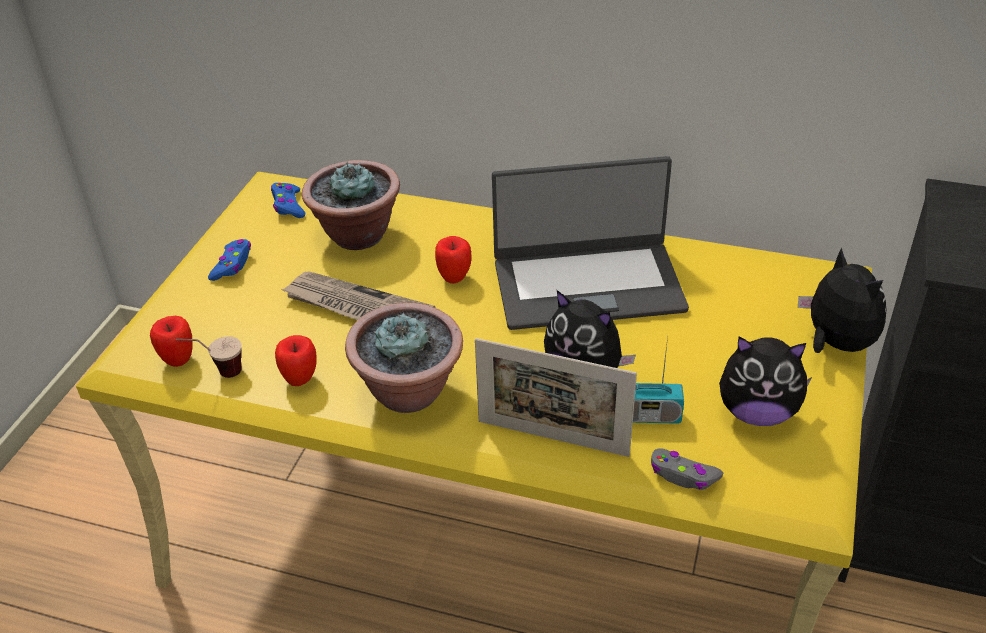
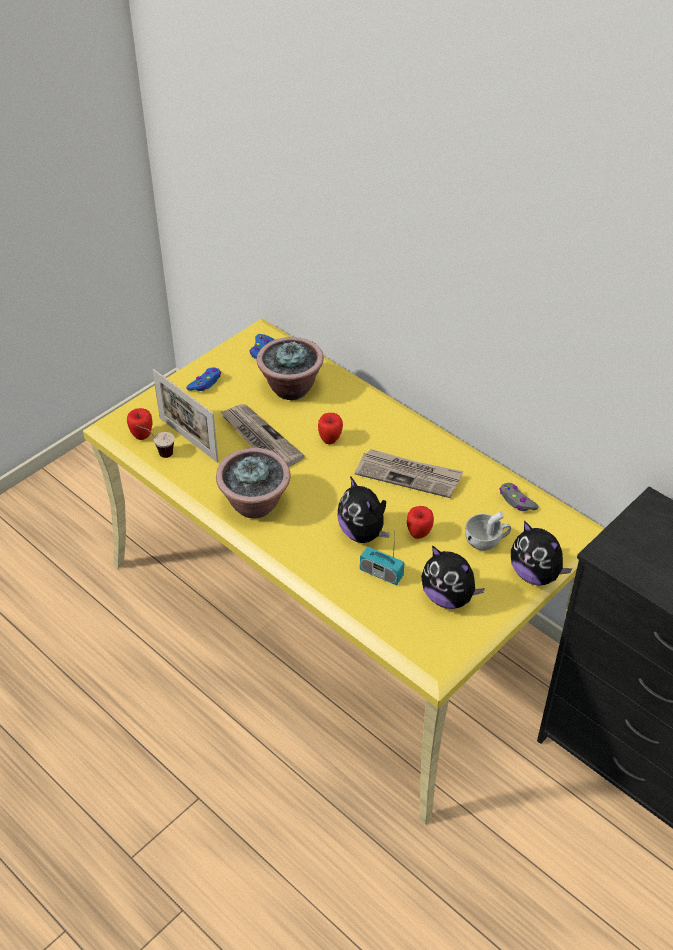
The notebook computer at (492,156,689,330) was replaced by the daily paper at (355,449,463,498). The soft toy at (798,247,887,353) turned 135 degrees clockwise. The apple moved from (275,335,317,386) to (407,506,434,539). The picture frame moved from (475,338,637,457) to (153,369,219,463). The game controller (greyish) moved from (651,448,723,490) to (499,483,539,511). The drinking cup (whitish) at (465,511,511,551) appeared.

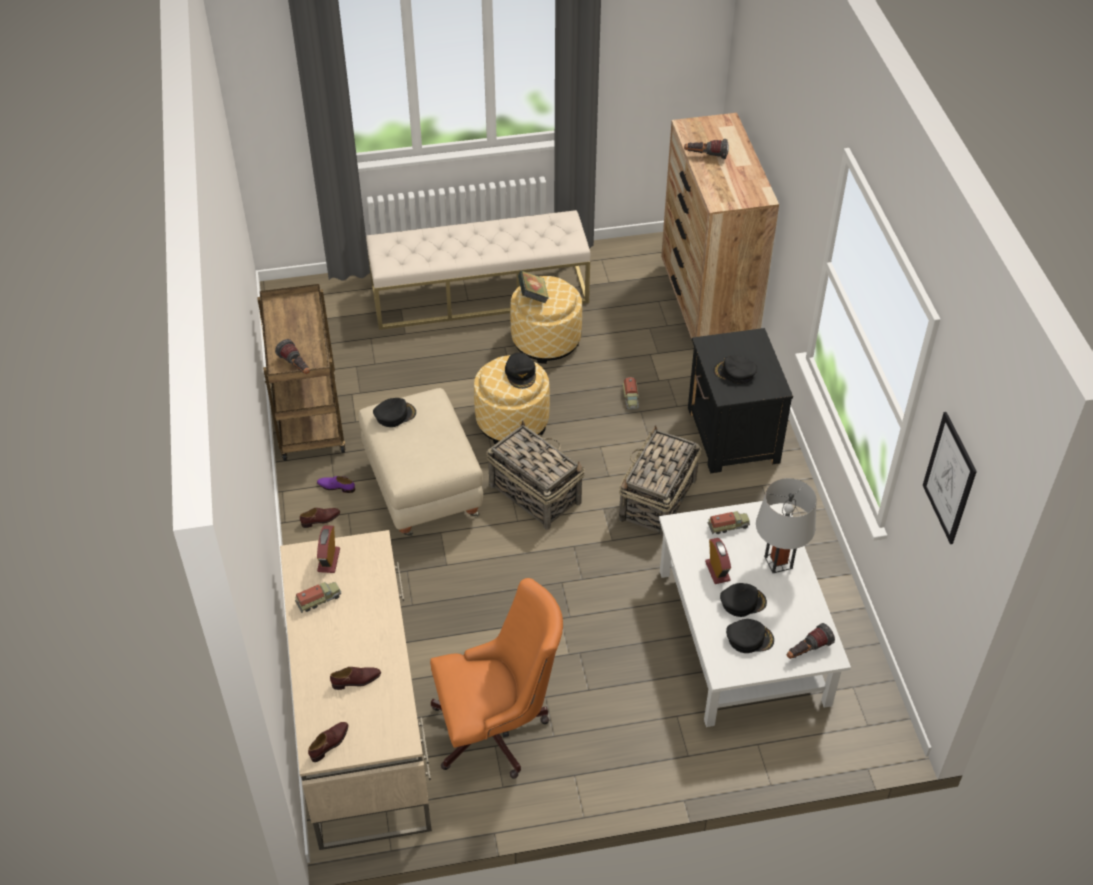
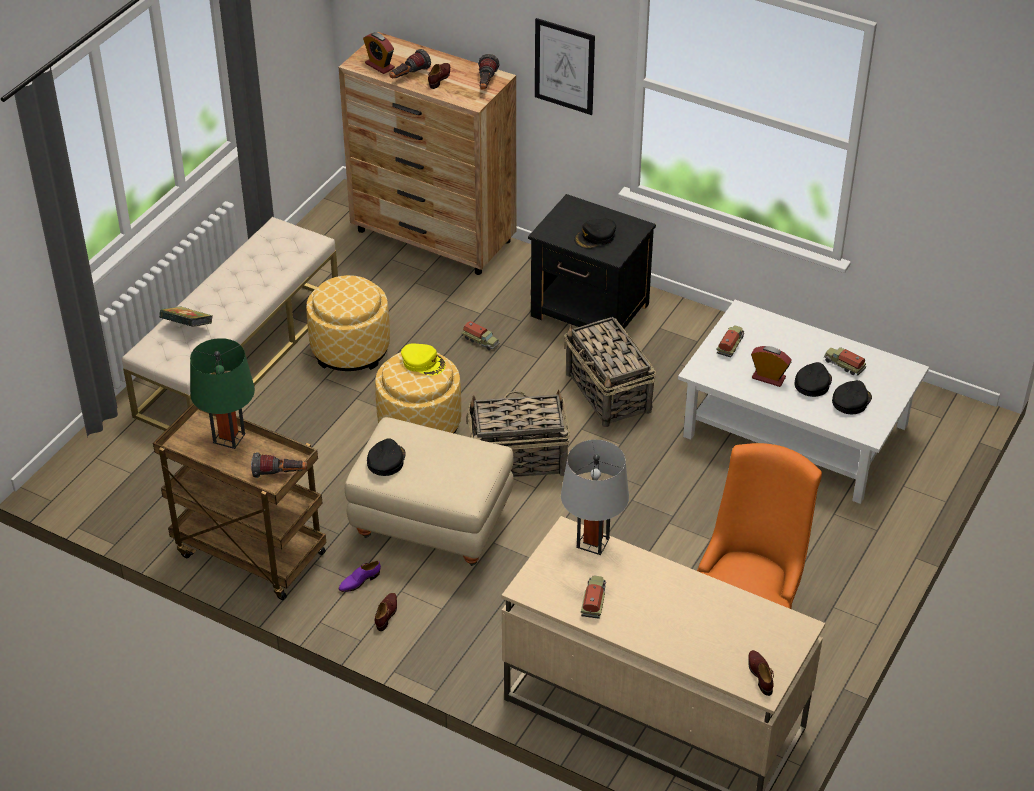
The book moved from (518,271,549,303) to (159,306,213,327). The cap (blackish) at (505,353,536,389) became the cap (yellowish) at (401,343,446,376). The picture moved from (923,412,977,544) to (535,18,595,115). The tabletop lamp (greyish) moved from (756,478,817,573) to (561,440,629,555). The alarm clock moved from (317,525,340,573) to (363,32,395,74). The hand torch moved from (787,623,835,659) to (478,54,500,90). The low shoe (brown-coloured) moved from (330,667,381,690) to (428,63,450,89). The tabletop lamp (green) at (190,338,255,449) appeared. The toy truck at (824,347,866,376) appeared.

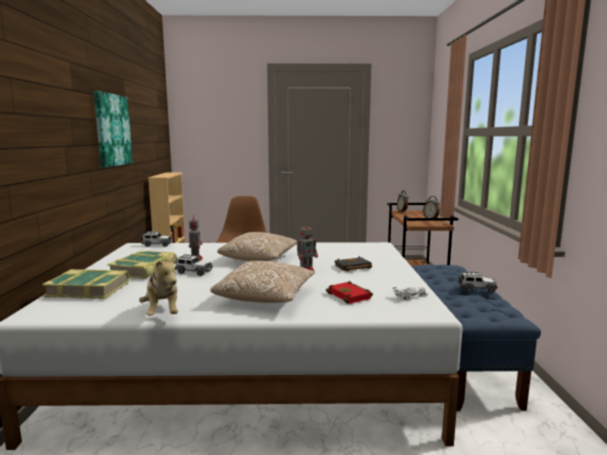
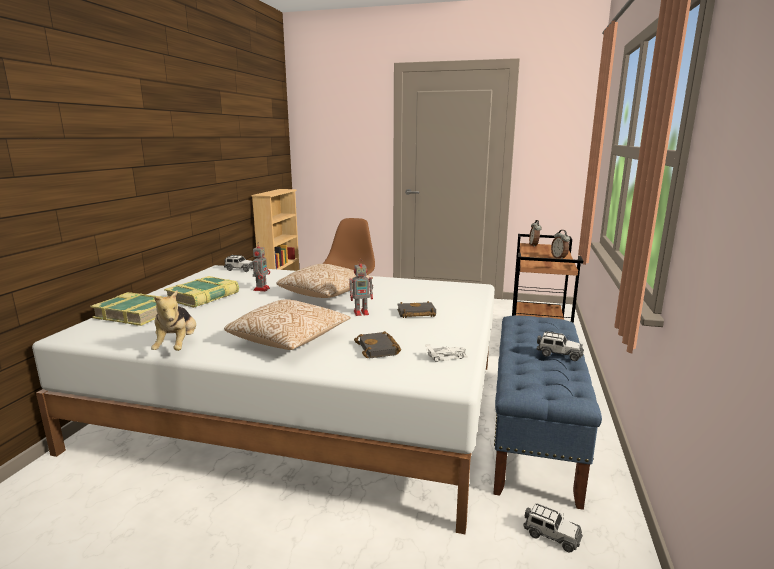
The picture at (94,91,133,168) disappeared. The miniature car moved from (175,254,213,276) to (523,503,583,552). The book (red) at (326,281,373,304) became the book (blackish) at (354,331,401,358).

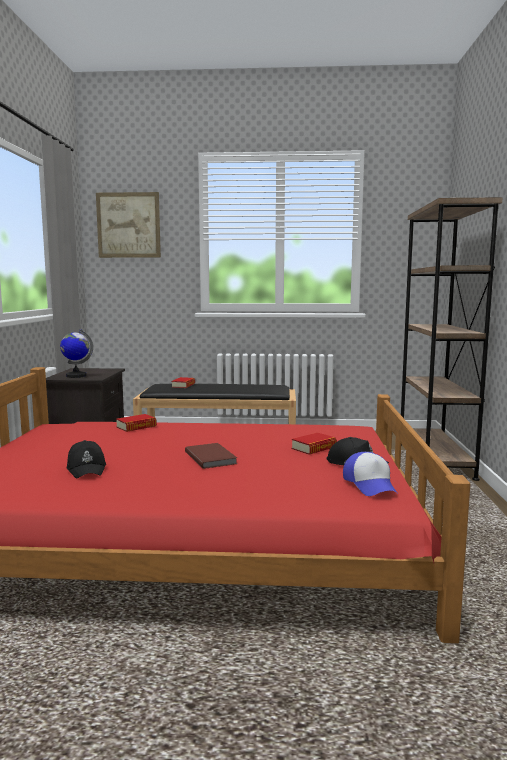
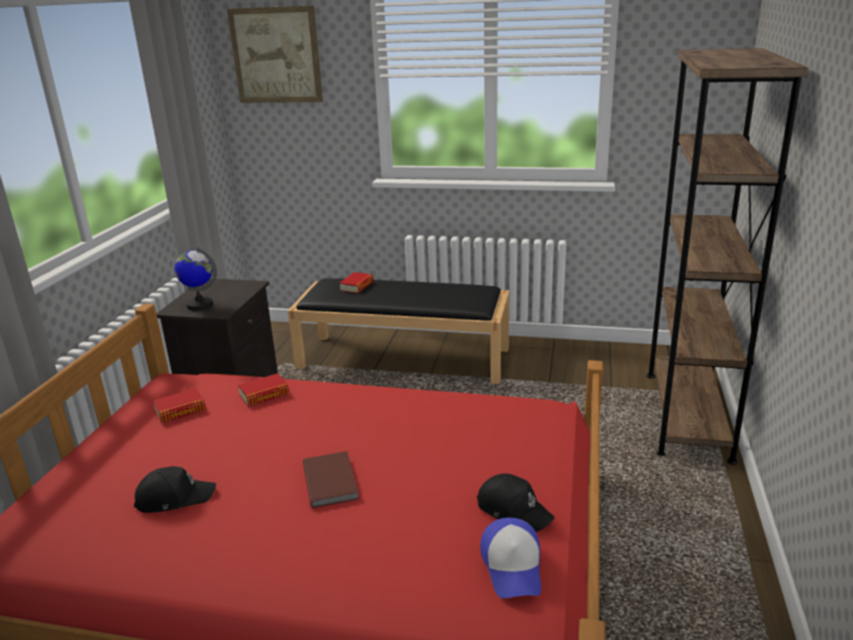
The book moved from (291,433,337,455) to (153,388,206,423). The cap (blackish) at (67,440,106,479) turned 90 degrees counterclockwise.

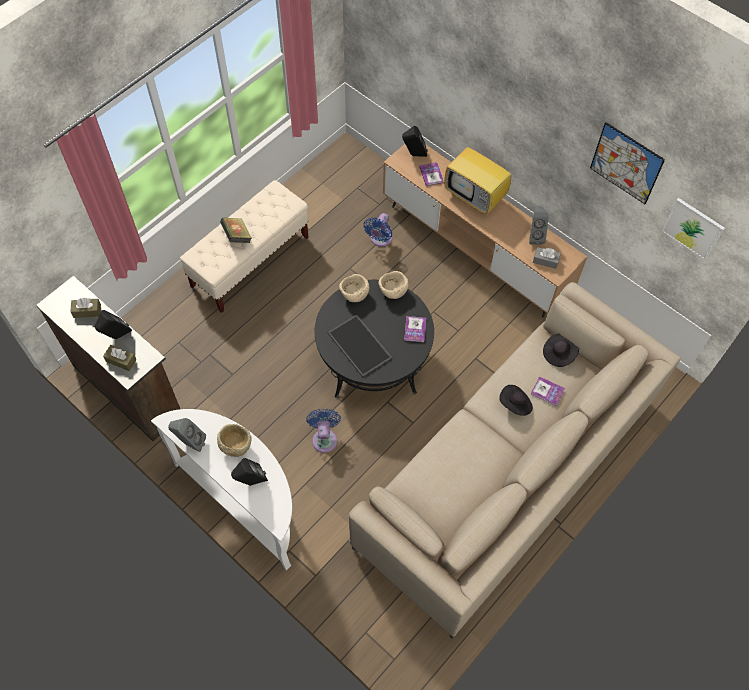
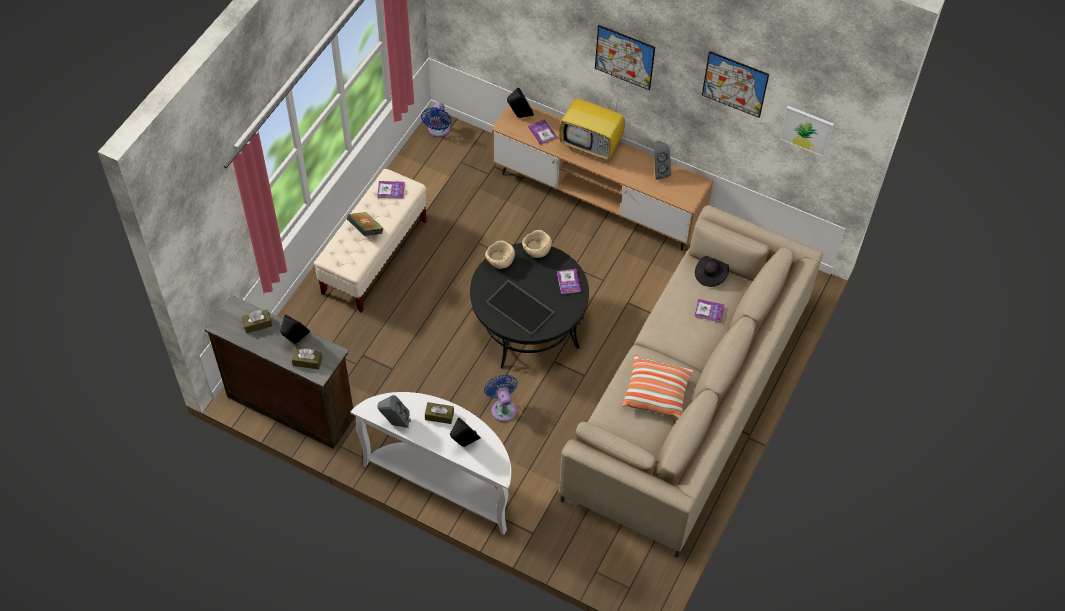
The fan (bluish) moved from (363,213,393,247) to (421,102,451,137). The tissue box (greyish) at (533,247,561,269) disappeared. The hat (blackish) at (499,385,533,416) disappeared. The bowl (sand-coloured) at (217,424,252,457) was replaced by the tissue box (brown-coloured) at (425,402,454,424). The picture at (595,25,655,90) appeared. The book at (377,181,405,199) appeared. The cushion at (622,355,694,419) appeared.

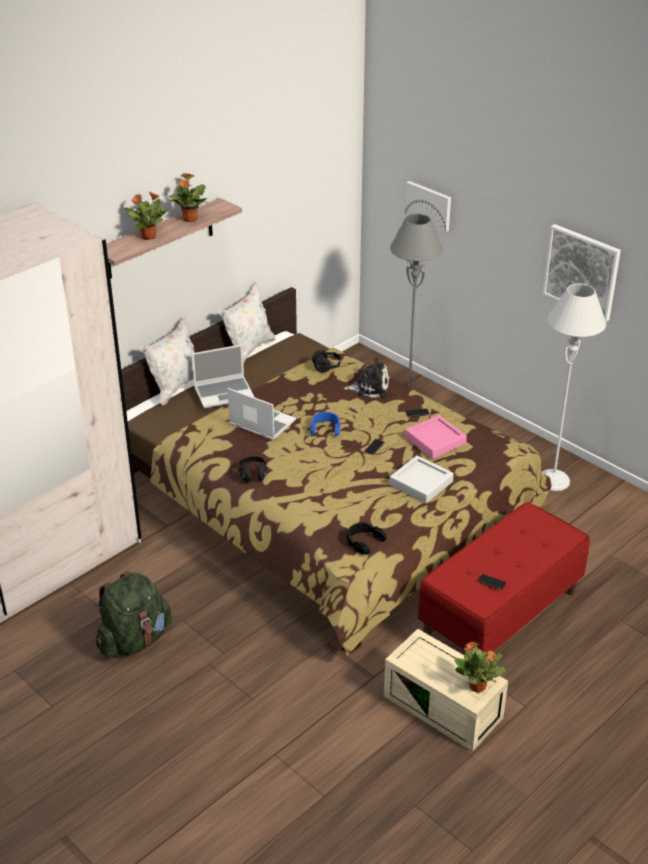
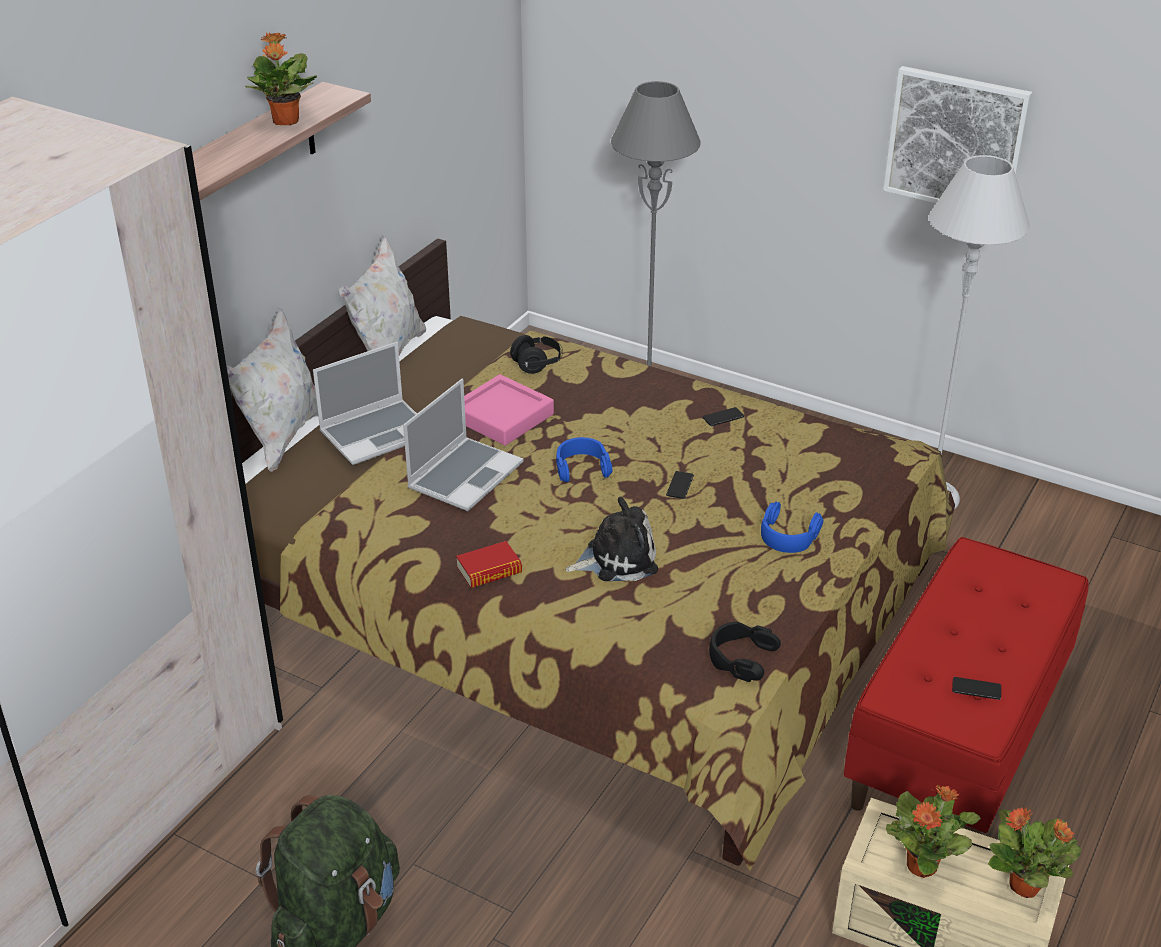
The picture at (405,181,451,232) disappeared. The plant in a pot moved from (124,191,169,240) to (886,785,981,878). The soft toy moved from (343,357,389,398) to (566,497,658,581). The notebook computer at (228,388,296,440) turned 105 degrees clockwise. The tray (pink-coloured) moved from (405,415,467,459) to (464,374,554,446). The tray (greyish) at (389,455,454,503) was replaced by the headset (bluish) at (761,501,823,553). The headset (blackish) at (238,456,267,482) was replaced by the book at (456,541,522,588).

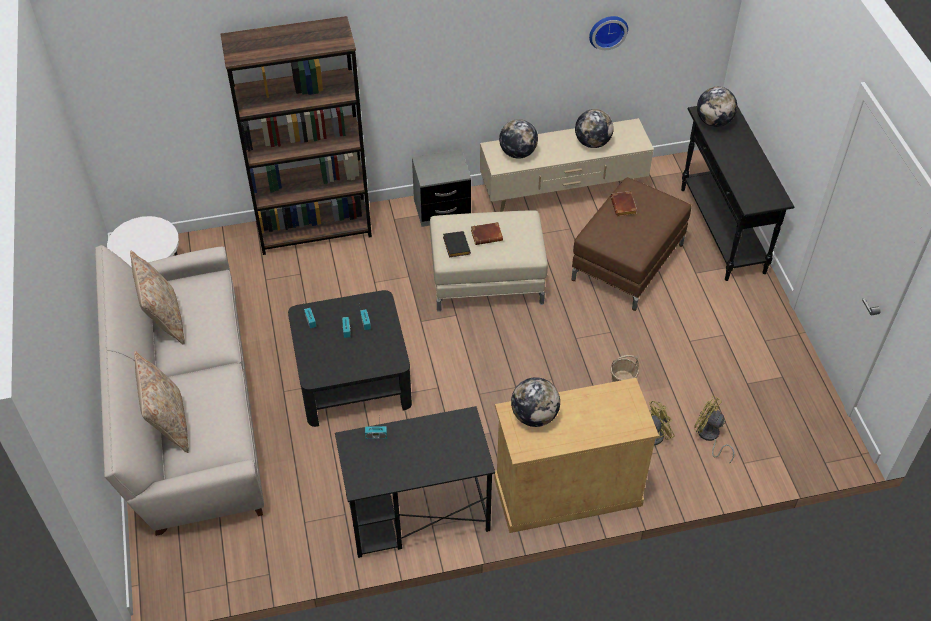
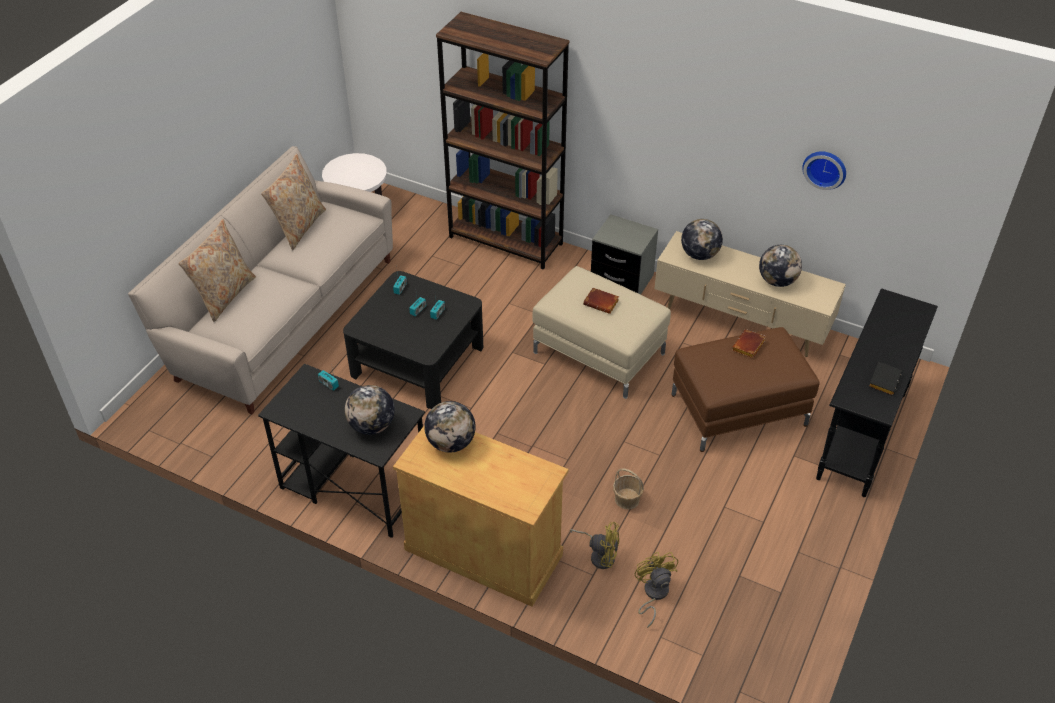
The desk globe moved from (697,87,737,127) to (345,385,395,435). The book (blackish) moved from (443,231,471,257) to (869,362,902,396).

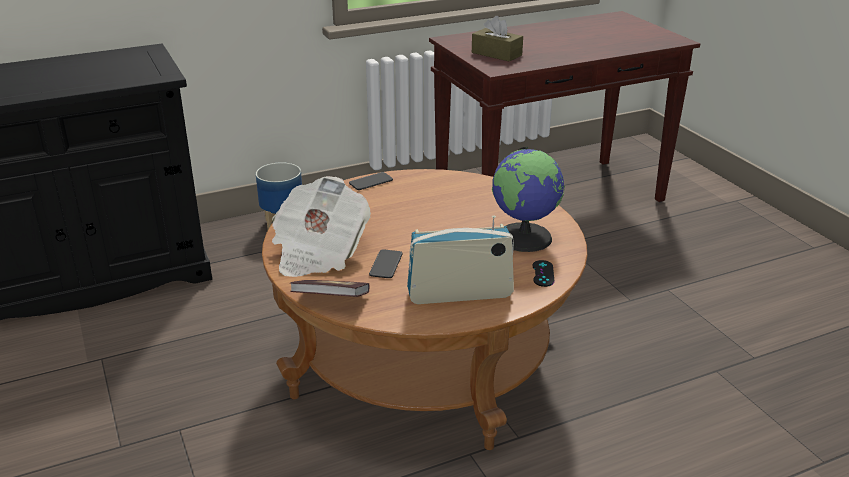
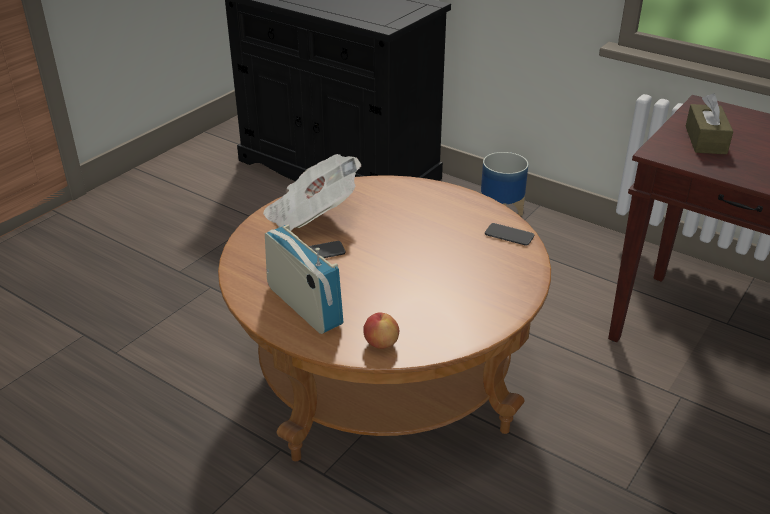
The desk globe at (492,147,565,252) disappeared. The telephone moved from (349,172,393,190) to (485,223,534,246). The game controller (blackish) at (533,260,554,287) was replaced by the apple at (363,312,399,349). The book at (290,280,370,297) disappeared.

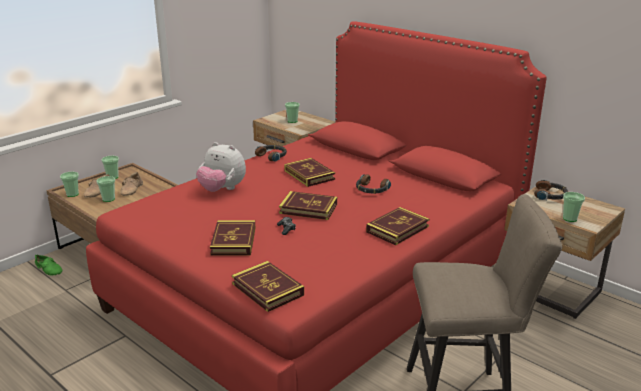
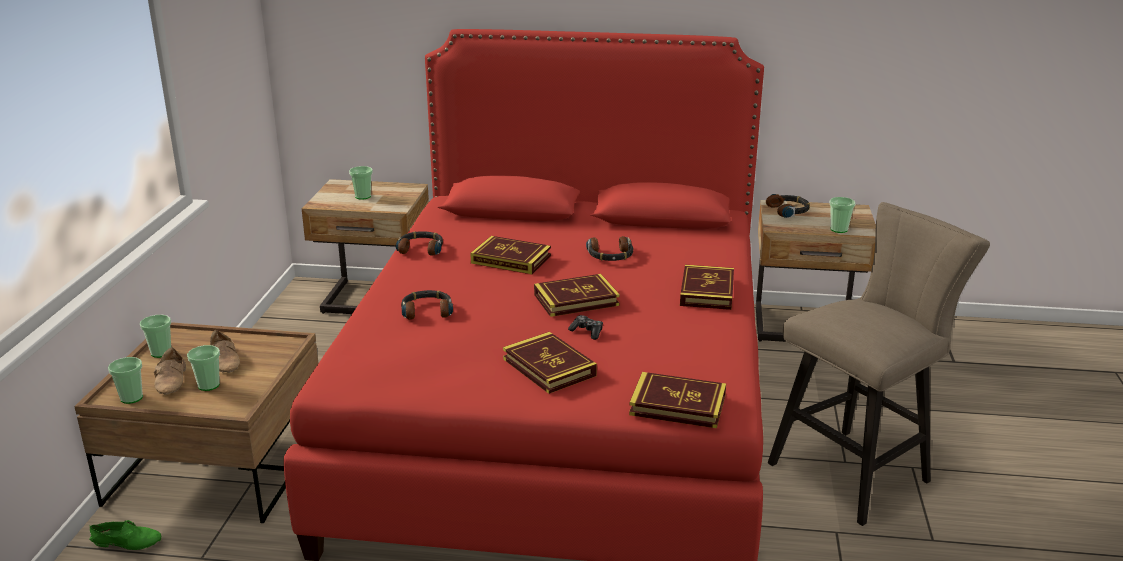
The soft toy at (196,142,246,192) was replaced by the headset at (401,290,453,320).

